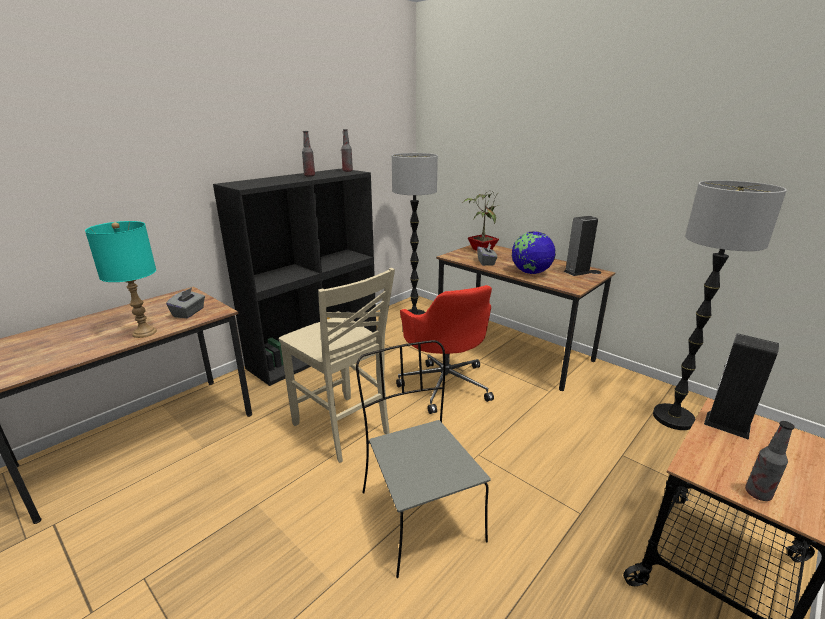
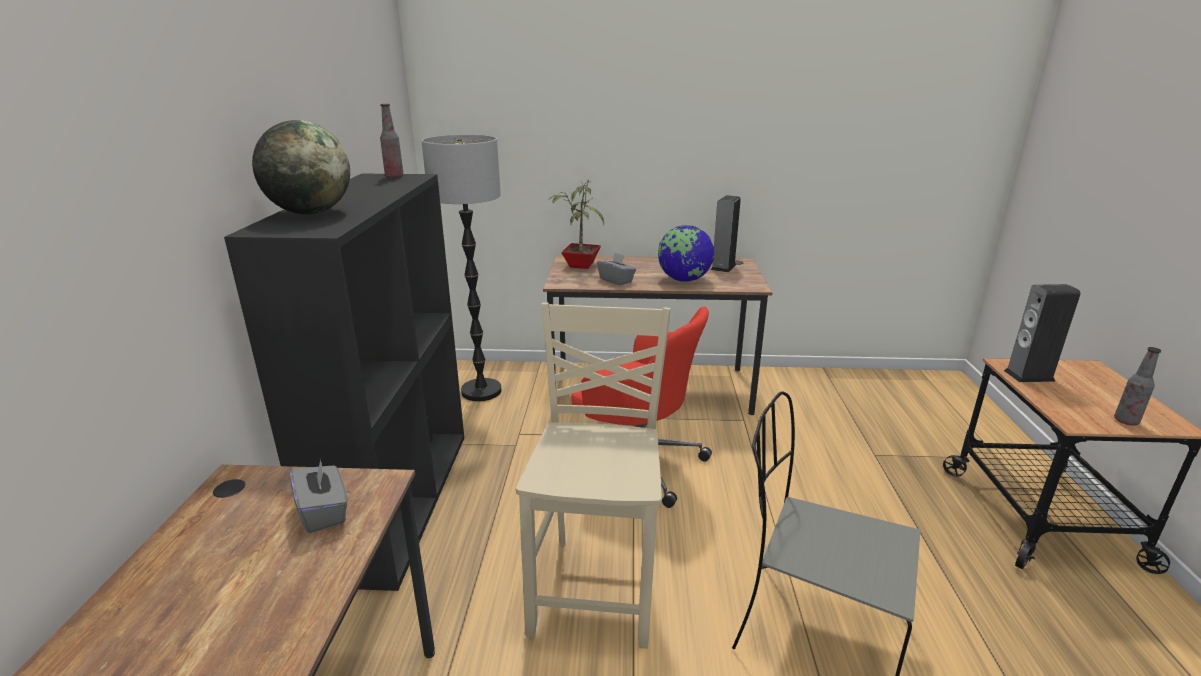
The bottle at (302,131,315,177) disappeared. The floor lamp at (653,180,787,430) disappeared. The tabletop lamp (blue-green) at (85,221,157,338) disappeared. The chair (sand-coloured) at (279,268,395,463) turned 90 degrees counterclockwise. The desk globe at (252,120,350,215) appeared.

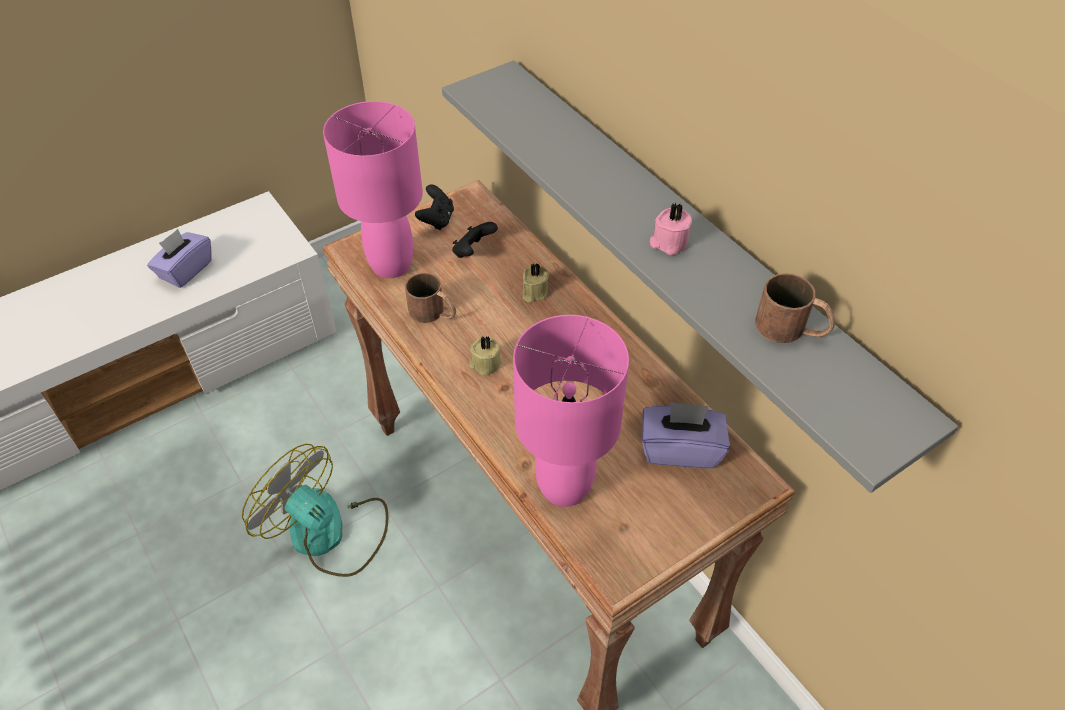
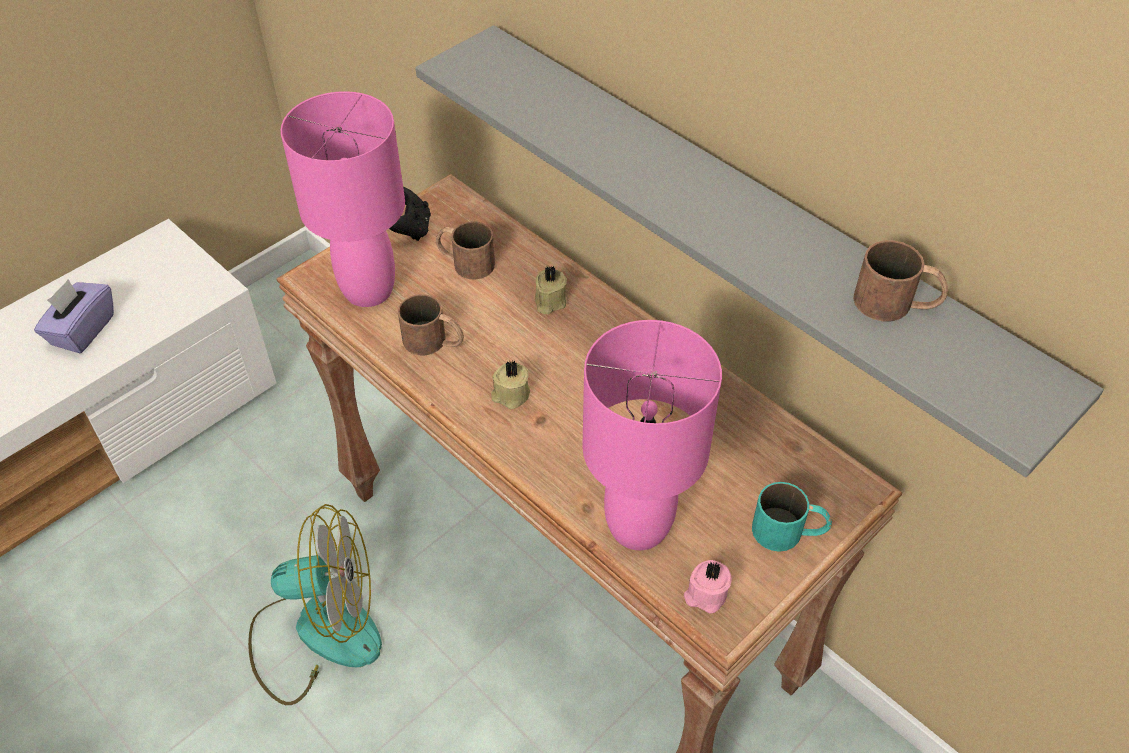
The wax light (pink-coloured) moved from (650,203,692,255) to (684,560,732,614). The game controller (blackish) at (452,222,498,258) was replaced by the mug (brown-coloured) at (436,221,495,280). The tissue box (purple) at (642,401,730,468) disappeared. The fan at (242,444,388,577) turned 150 degrees clockwise. The mug (blue-green) at (752,482,832,552) appeared.

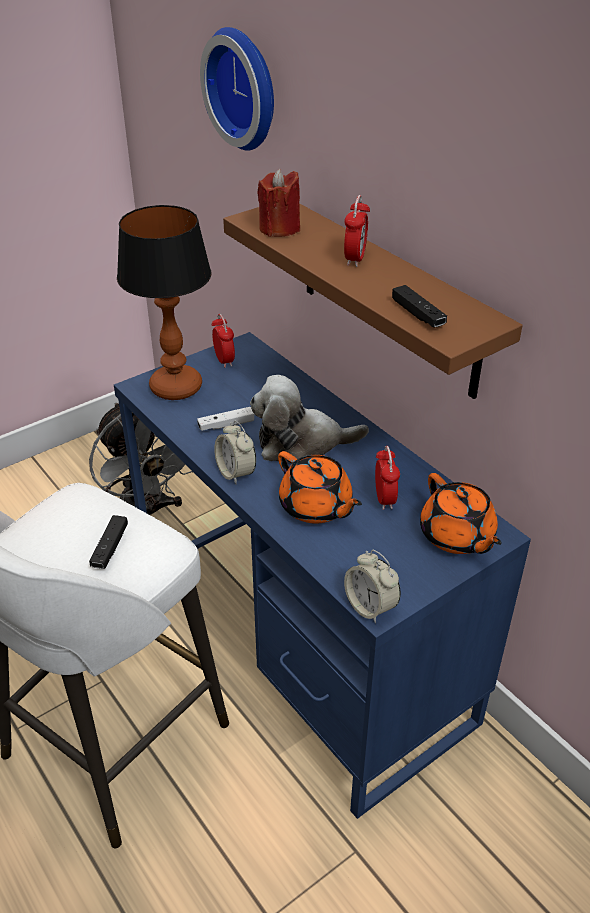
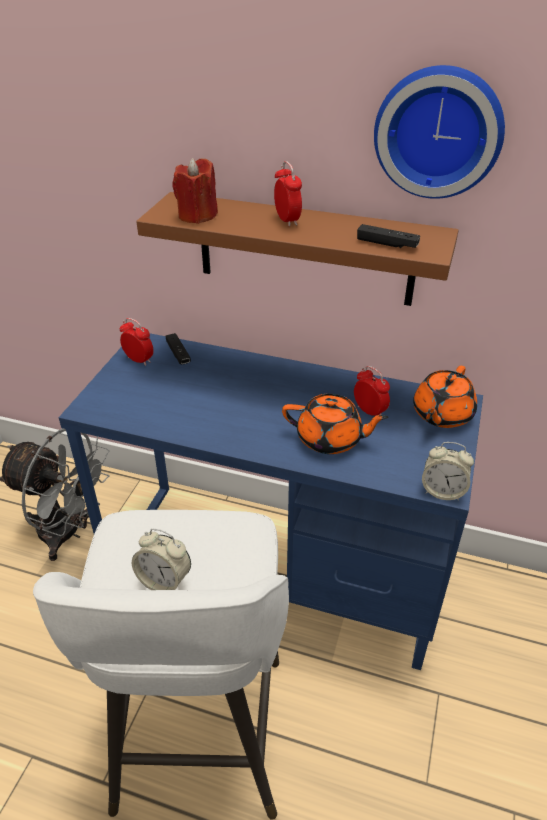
The hanging clock moved from (200,27,274,151) to (374,65,505,199). The tabletop lamp at (117,205,211,400) disappeared. The soft toy at (250,375,369,464) disappeared. The game controller (whitish) at (197,407,254,431) disappeared. The alarm clock moved from (214,420,256,484) to (132,529,191,590). The teapot (orange-coloured) at (420,473,502,554) turned 90 degrees clockwise. The game controller (blackish) moved from (89,515,128,569) to (166,333,191,365).

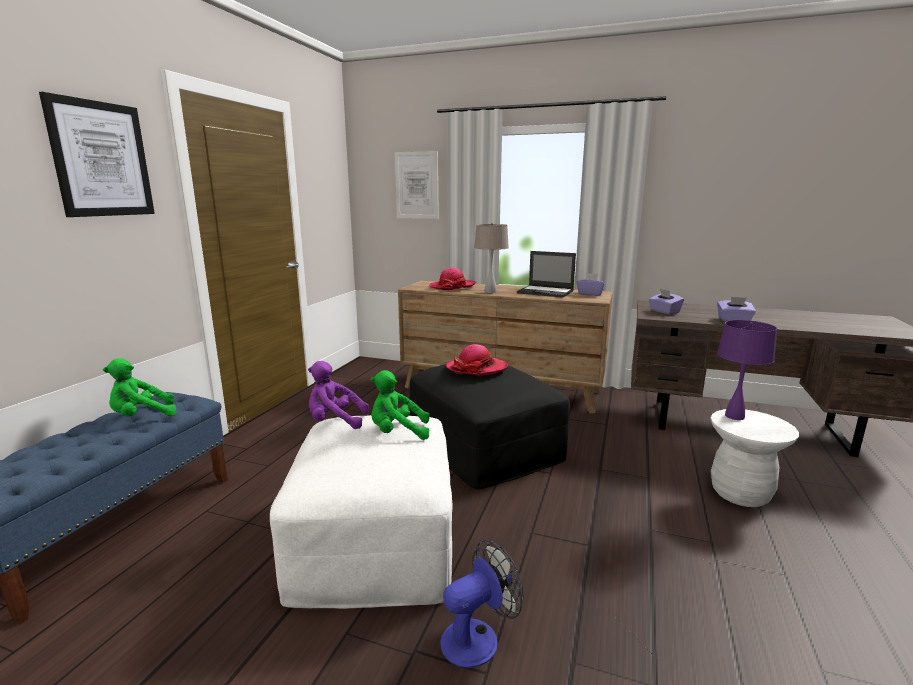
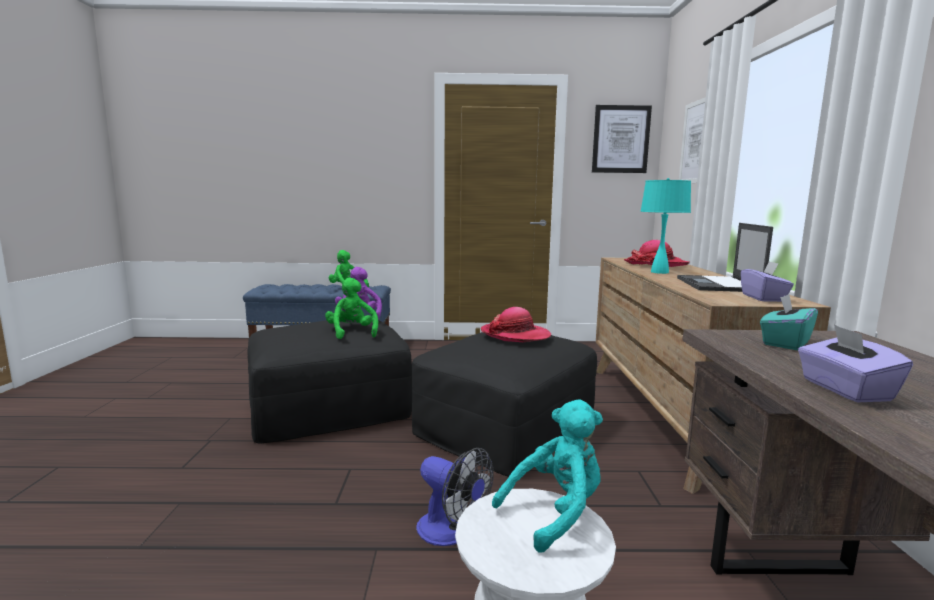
The picture moved from (39,92,155,217) to (592,105,652,173). The tabletop lamp (sand-coloured) at (474,223,509,293) became the tabletop lamp (blue-green) at (640,178,691,274). The tissue box (purple) at (648,289,684,314) became the tissue box (blue-green) at (760,294,818,350). The tabletop lamp (purple) at (717,320,778,420) was replaced by the soft toy (blue-green) at (492,400,603,553). The footrest (whitish) at (270,415,453,609) became the footrest (blackish) at (247,320,412,444). The fan moved from (440,540,524,668) to (416,448,494,546).

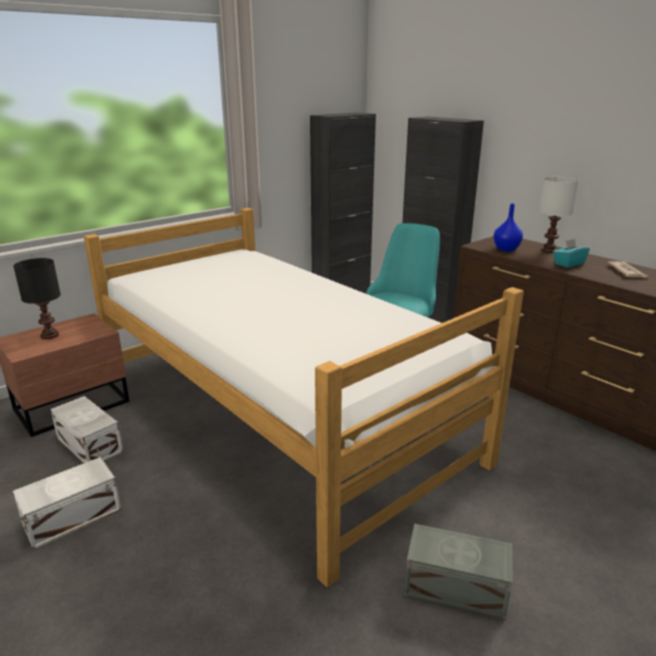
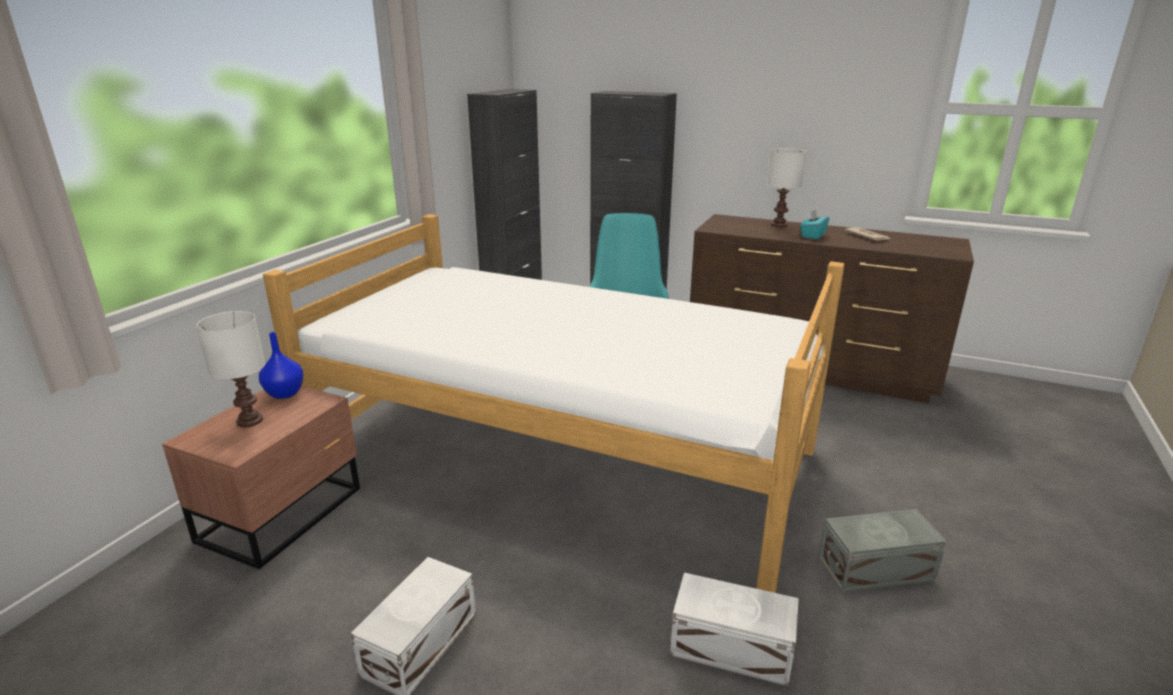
The flower vase (bluish) moved from (493,204,523,251) to (259,332,303,399). The tabletop lamp (blackish) at (13,258,61,339) became the tabletop lamp (whitish) at (196,311,265,427). The storage container (whitish) moved from (50,396,123,463) to (670,573,799,686).

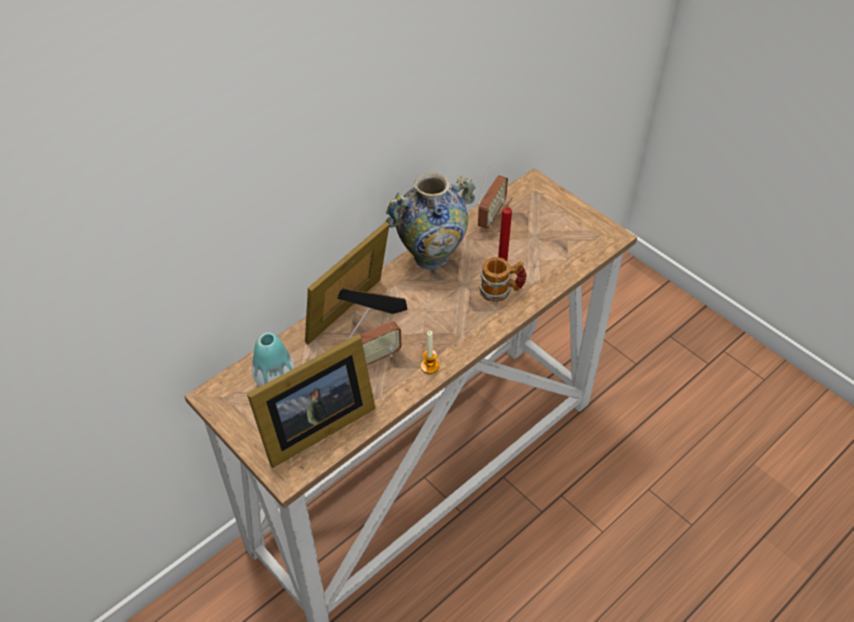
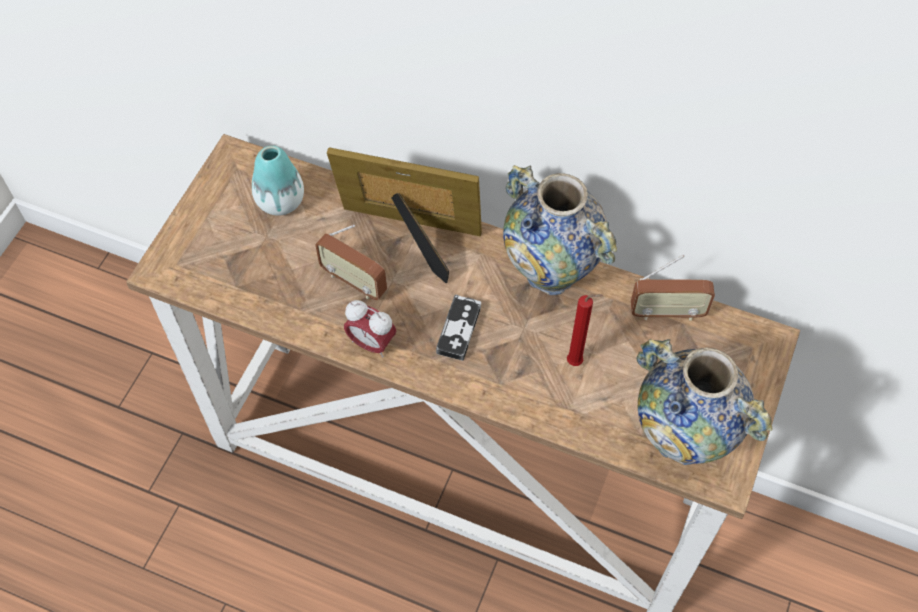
The mug at (479,257,527,302) disappeared. The wax light at (421,331,439,374) was replaced by the alarm clock at (344,300,396,358). The picture frame at (247,334,376,468) disappeared. The game controller at (436,295,481,361) appeared. The flower vase at (637,339,773,465) appeared.

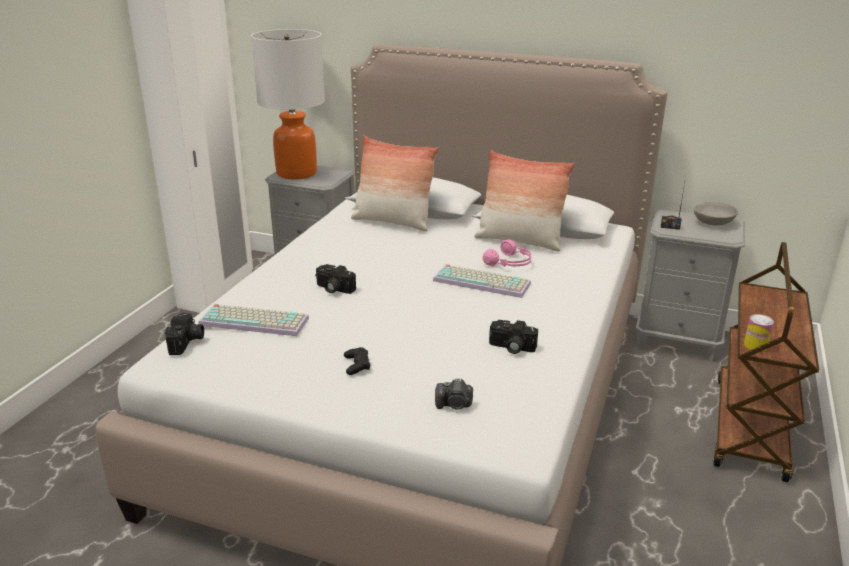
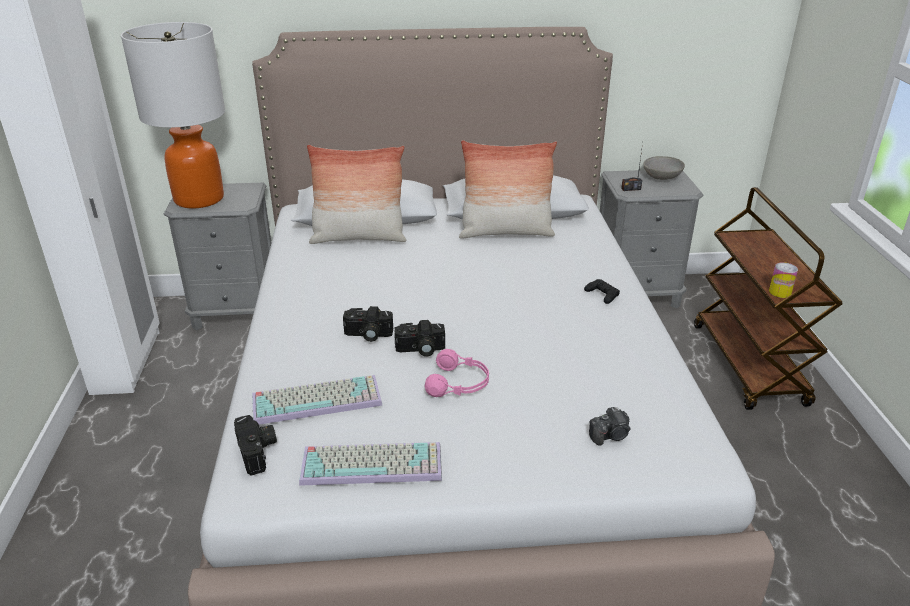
The headset (pink-coloured) moved from (483,239,531,267) to (425,349,489,397). The PC keyboard moved from (433,264,531,298) to (299,442,442,486). The photo camera moved from (489,320,538,354) to (394,320,445,357). The game controller (blackish) moved from (344,347,371,375) to (584,279,620,304).

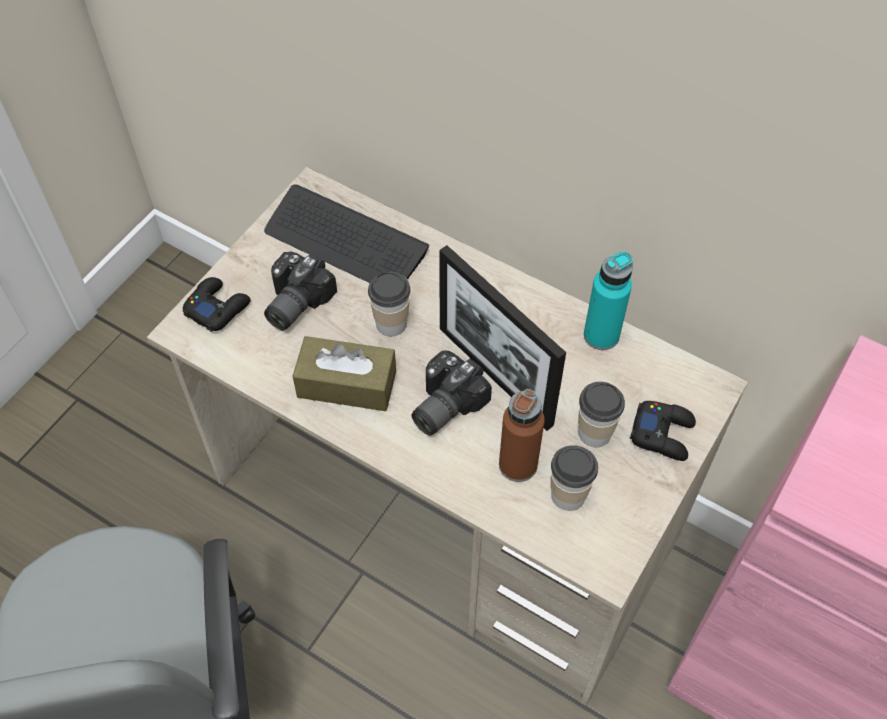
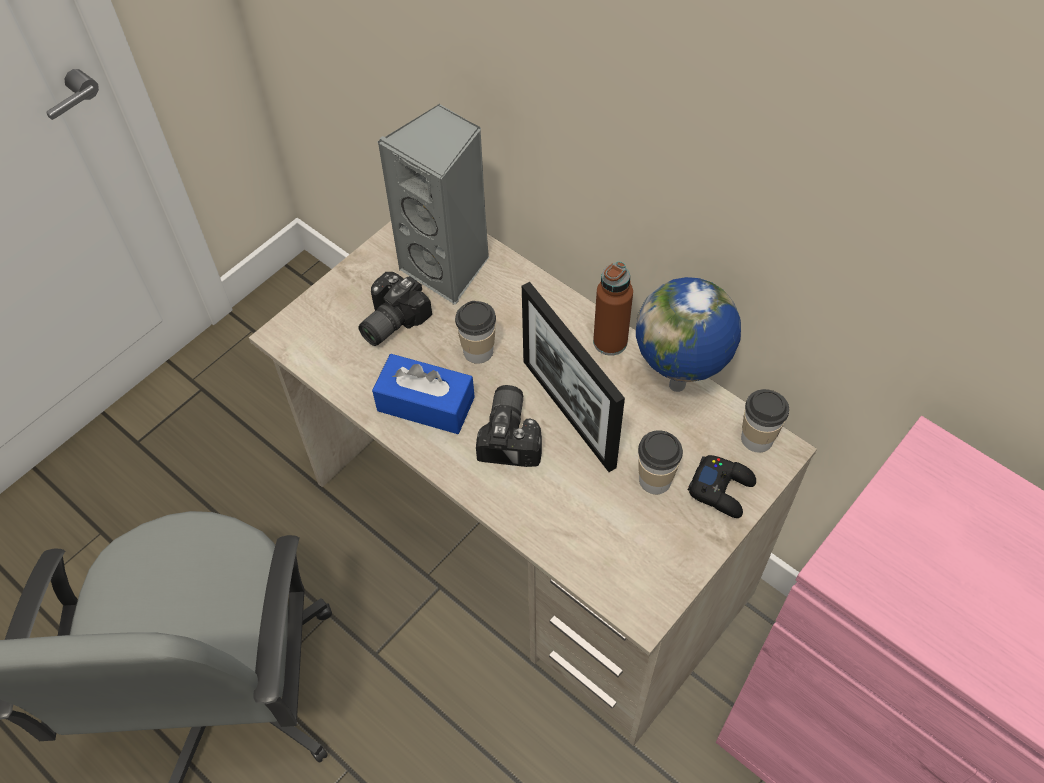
The PC keyboard at (264,184,430,283) was replaced by the audio speaker (greyish) at (377,104,489,305). The bottle (blue-green) at (584,251,633,350) was replaced by the desk globe at (636,277,741,392). The game controller (blackish) at (183,277,251,332) disappeared. The tissue box (brown-coloured) at (293,336,396,411) became the tissue box (bluish) at (372,354,475,434). The photo camera at (411,350,492,436) turned 135 degrees clockwise. The bottle (brown-coloured) moved from (499,389,545,482) to (593,261,633,356). The drinking cup moved from (551,445,598,511) to (741,389,789,453).

